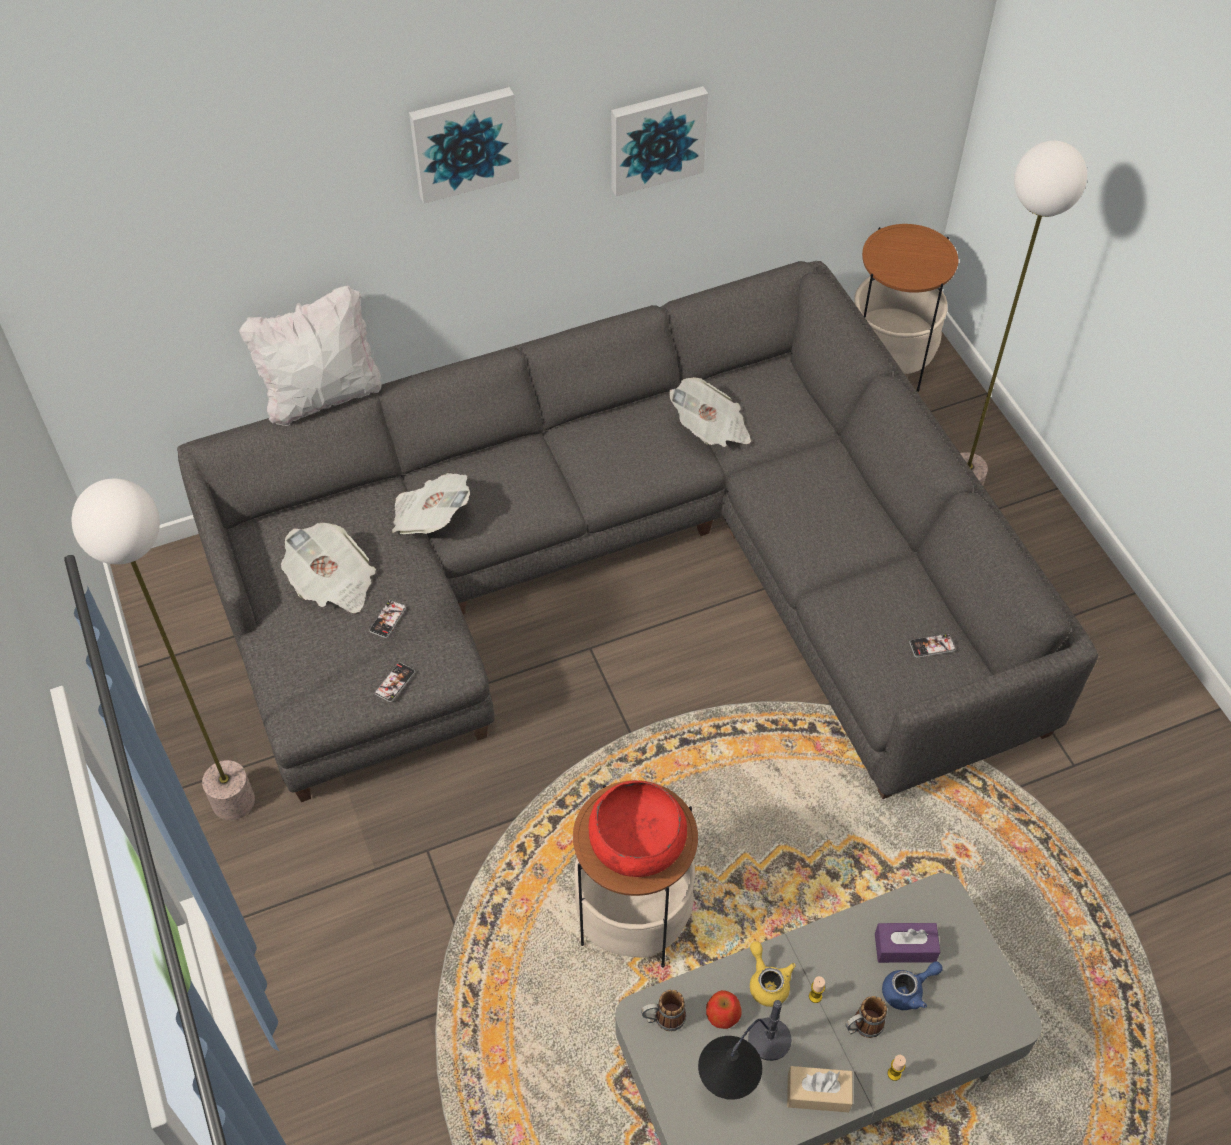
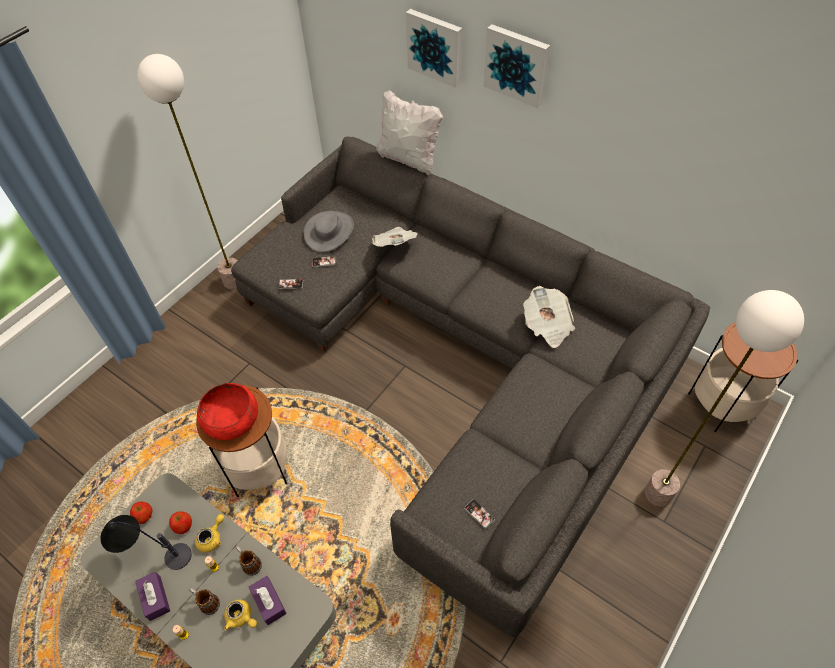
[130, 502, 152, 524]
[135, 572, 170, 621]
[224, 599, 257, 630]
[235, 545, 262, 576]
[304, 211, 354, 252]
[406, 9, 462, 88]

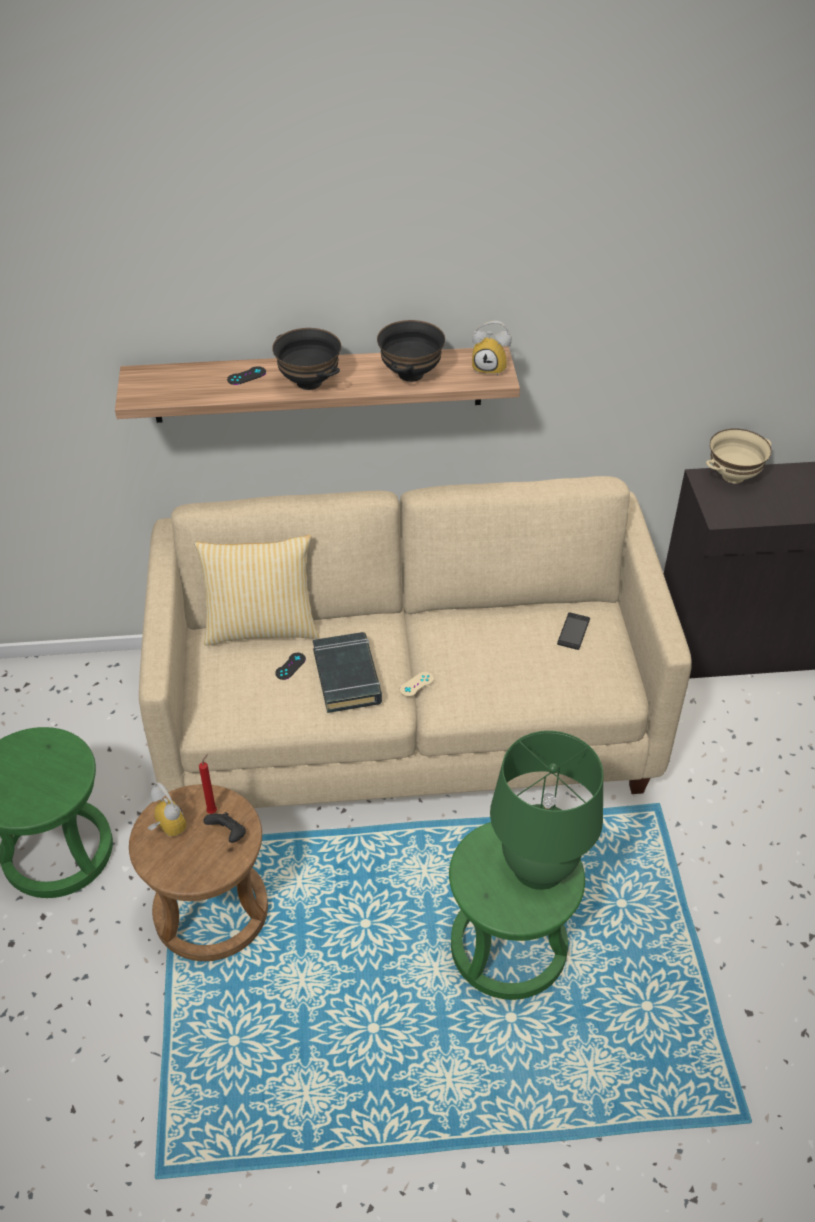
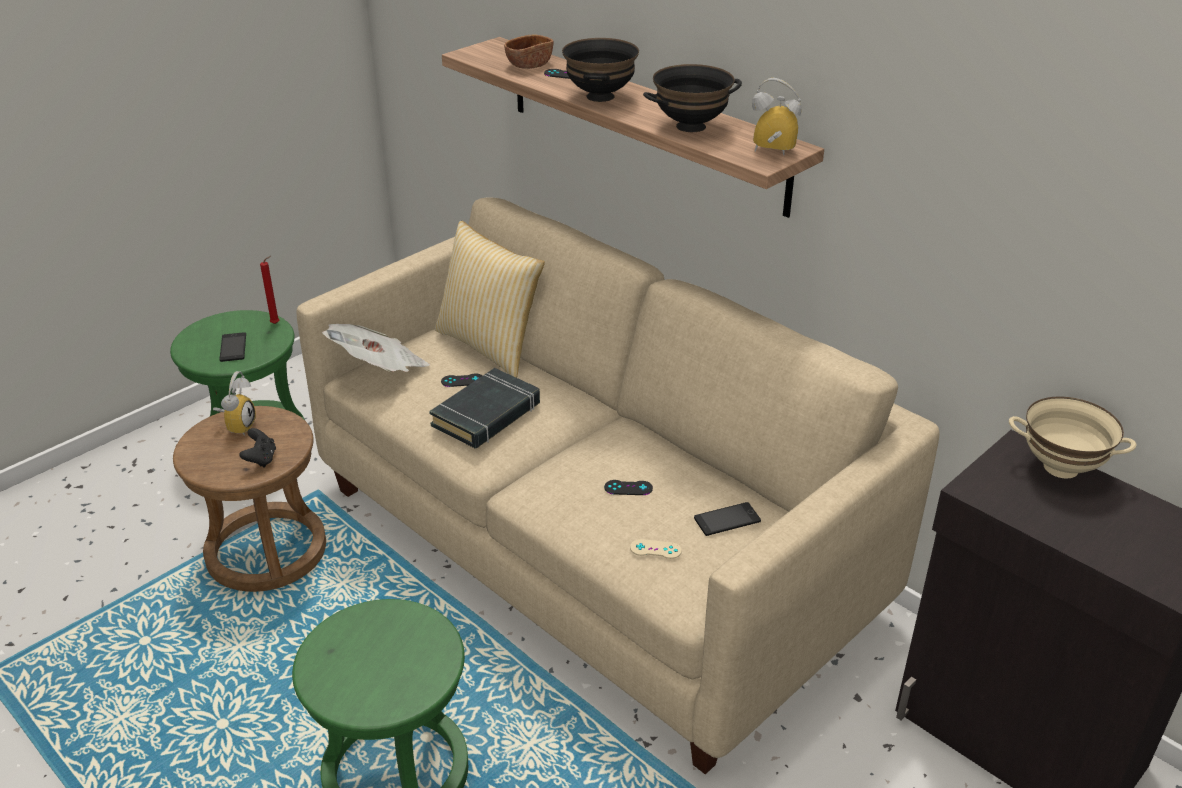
[219, 332, 246, 362]
[260, 256, 279, 324]
[322, 324, 430, 372]
[504, 35, 554, 69]
[604, 480, 653, 495]
[630, 539, 682, 559]
[752, 78, 802, 155]
[490, 731, 603, 890] (first image)

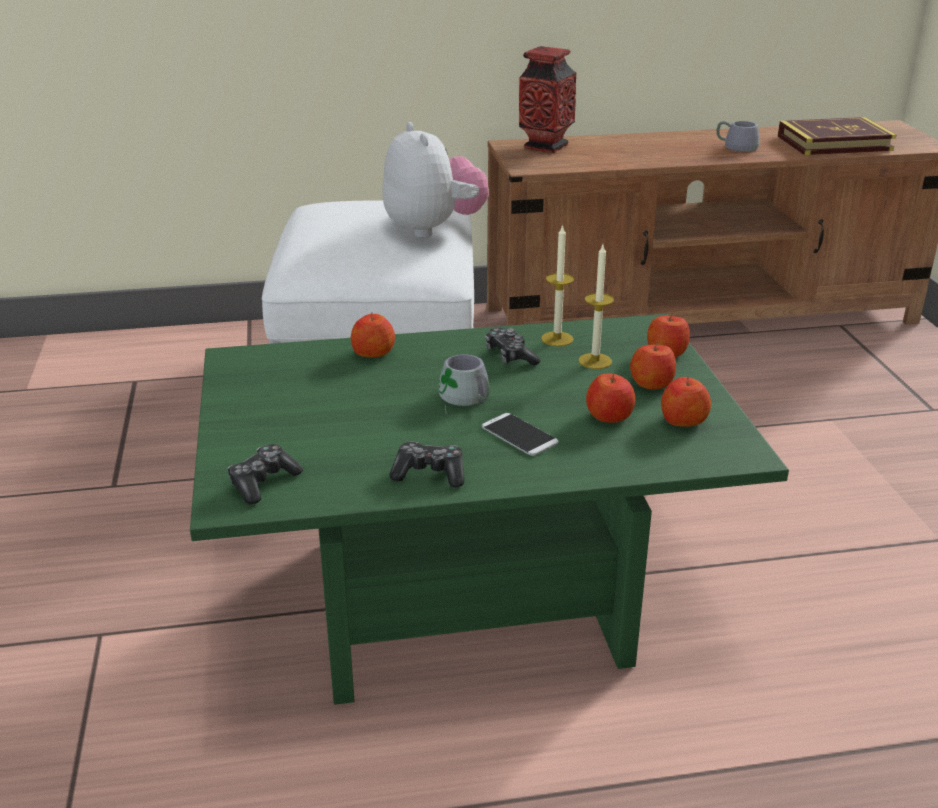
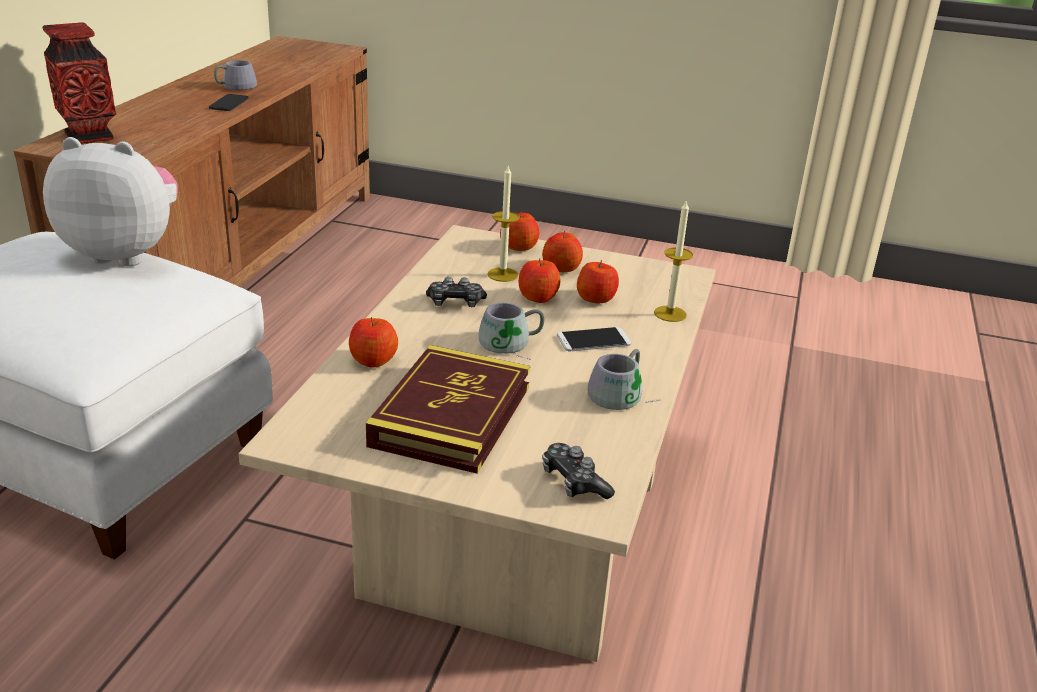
[209, 94, 249, 111]
[239, 225, 715, 662]
[366, 345, 530, 474]
[518, 258, 561, 303]
[588, 349, 660, 410]
[654, 199, 693, 322]

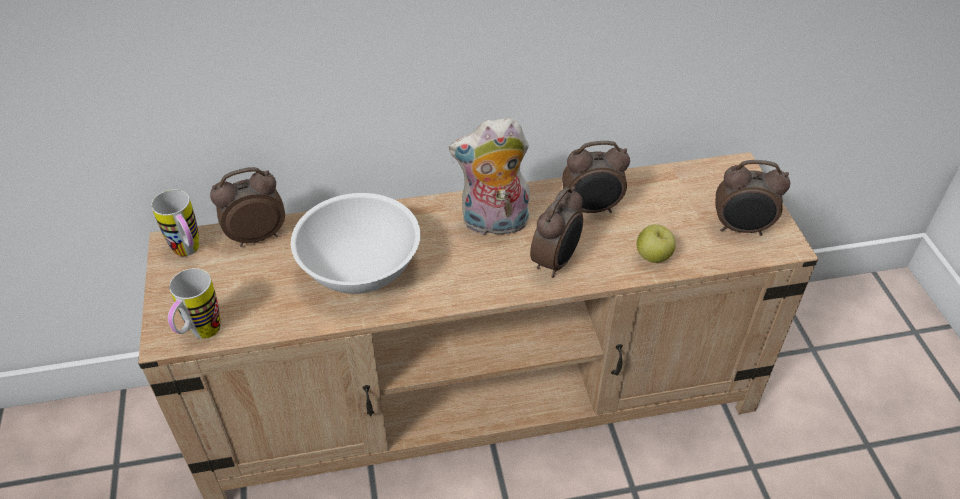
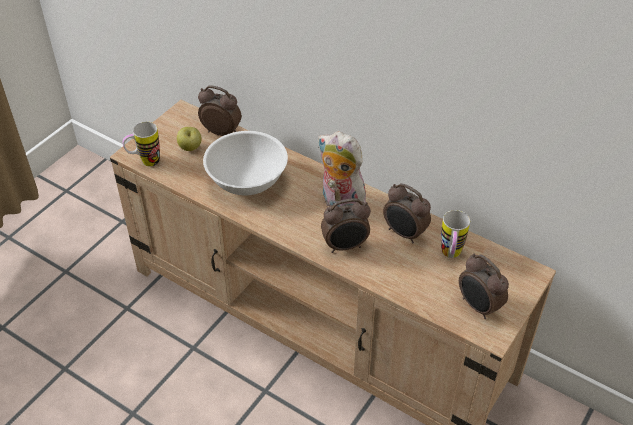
[177, 127, 202, 151]
[441, 210, 470, 258]

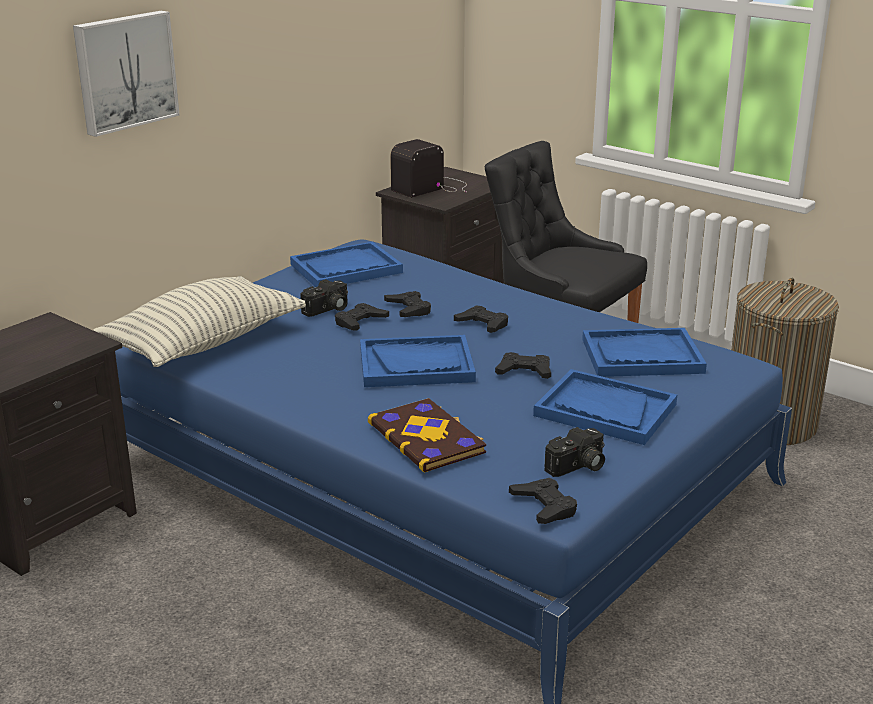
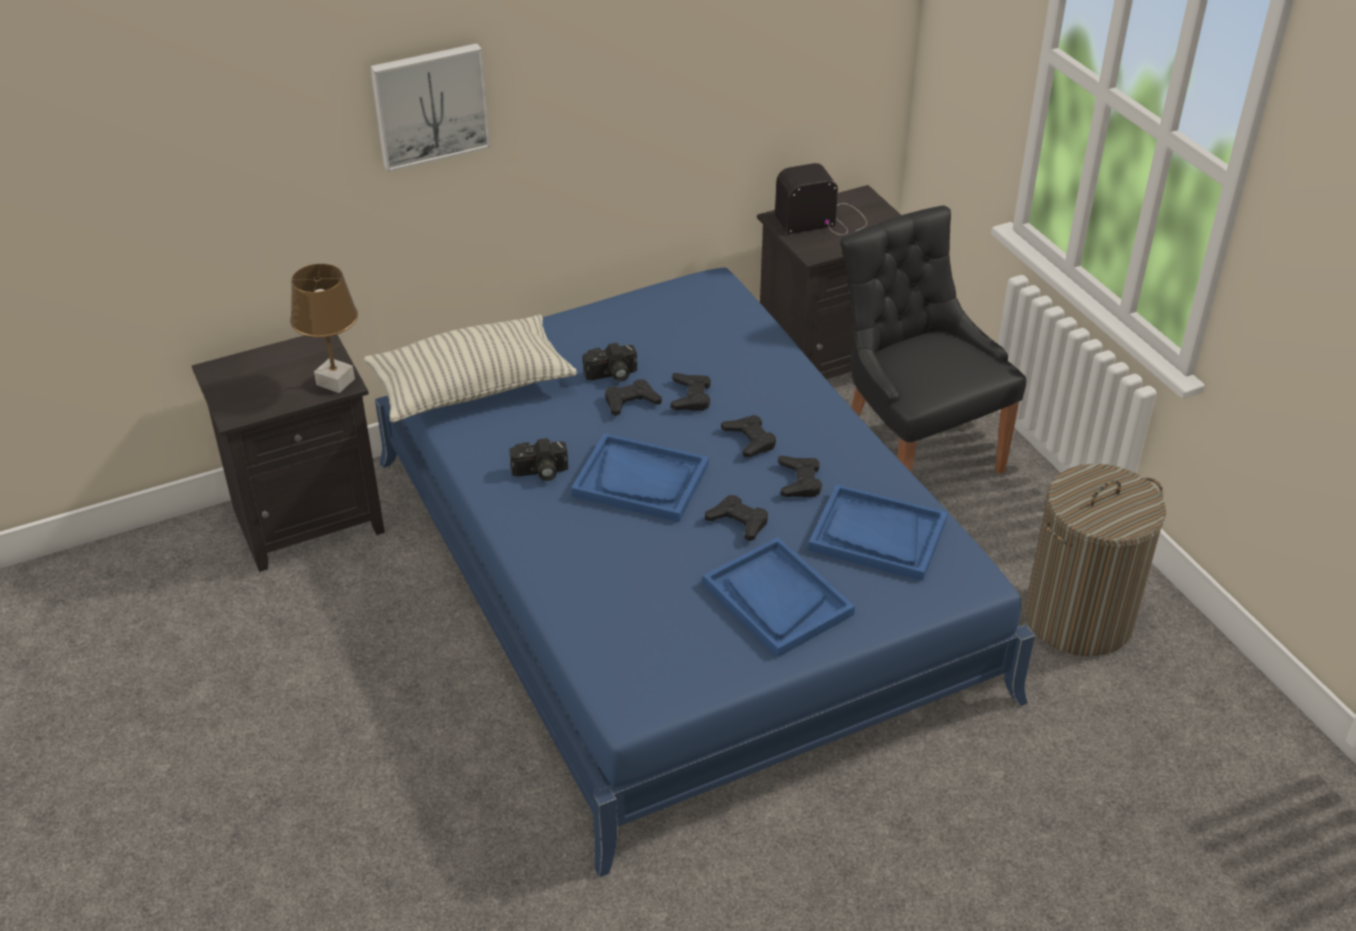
[290, 264, 358, 393]
[509, 438, 568, 481]
[778, 456, 822, 497]
[290, 242, 403, 287] (first image)
[368, 398, 486, 472] (first image)

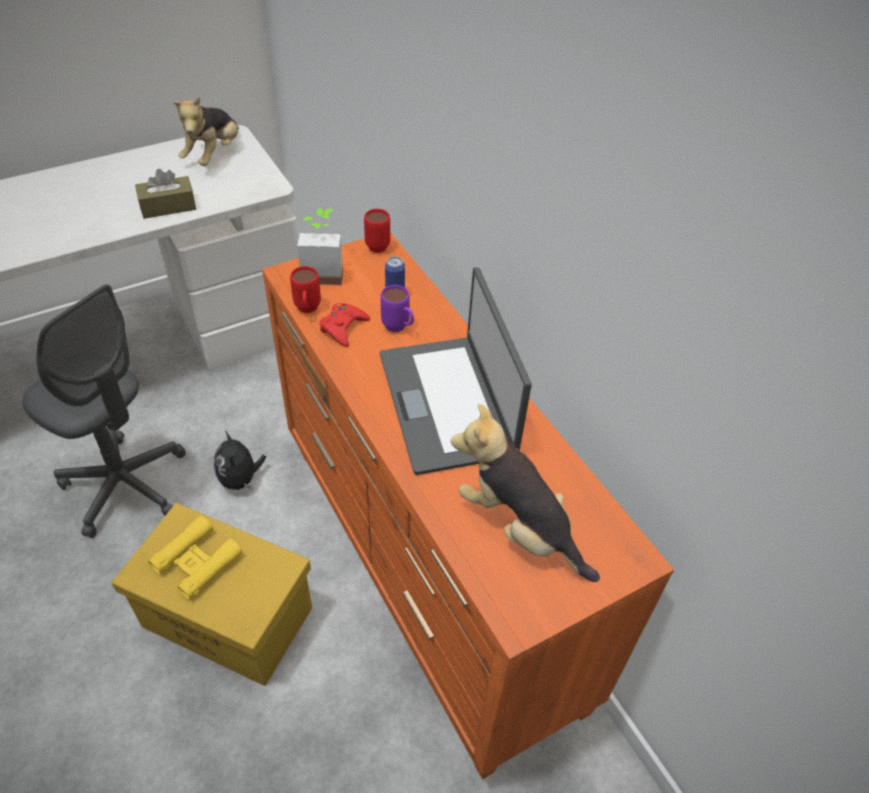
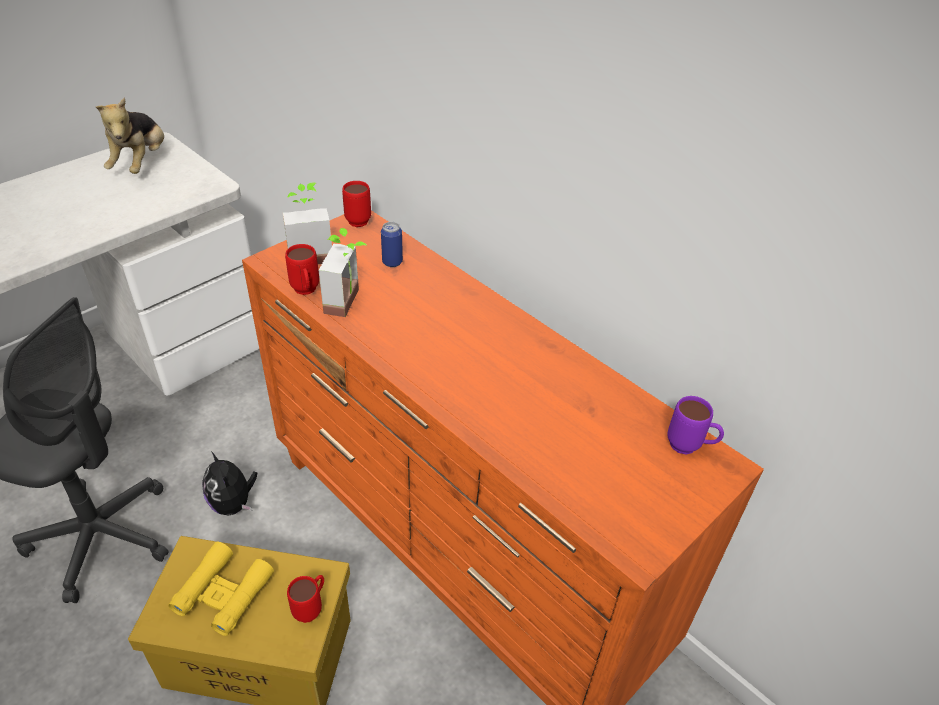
[287, 575, 324, 623]
[319, 228, 366, 317]
[667, 396, 724, 454]
[135, 169, 196, 219] (first image)
[380, 267, 532, 475] (first image)
[451, 404, 600, 582] (first image)

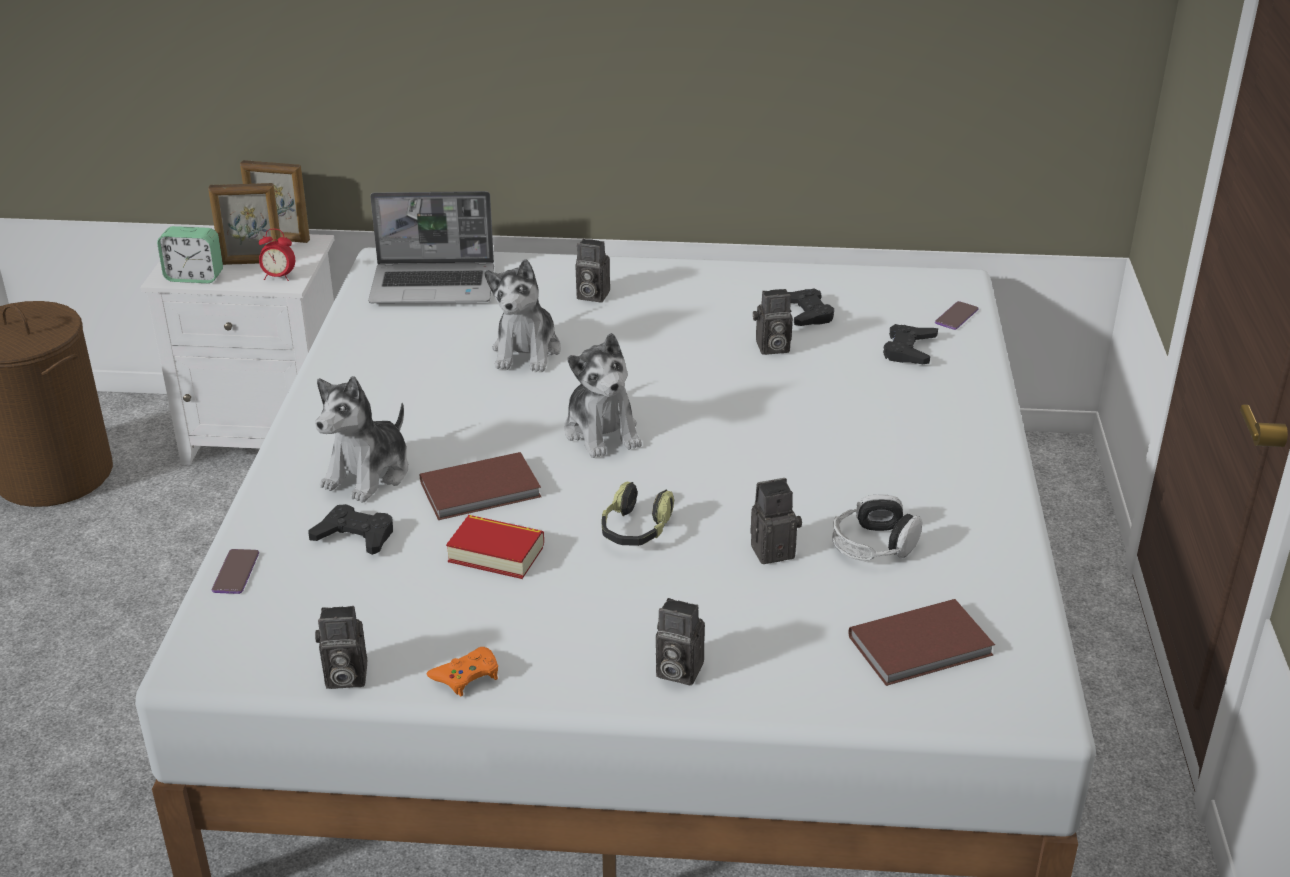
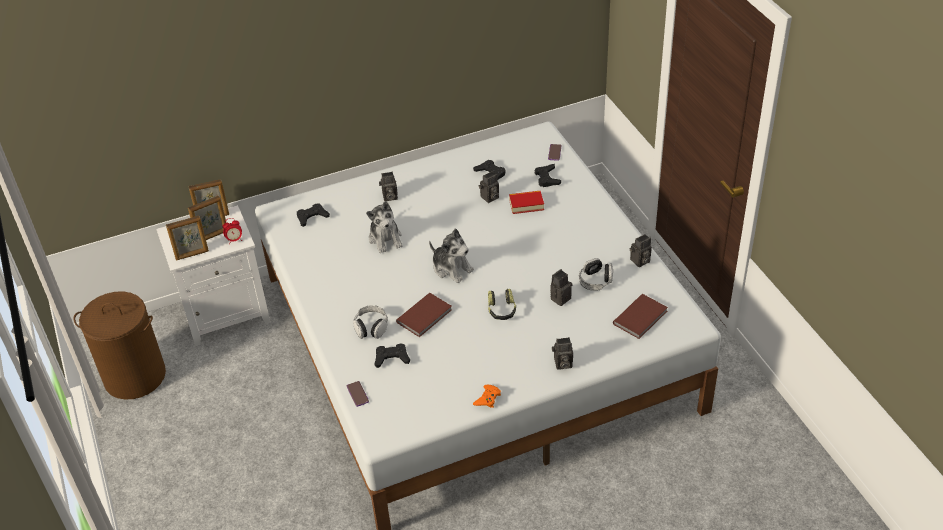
[166, 216, 209, 260]
[297, 204, 330, 227]
[353, 305, 388, 339]
[509, 191, 544, 214]
[630, 234, 652, 267]

